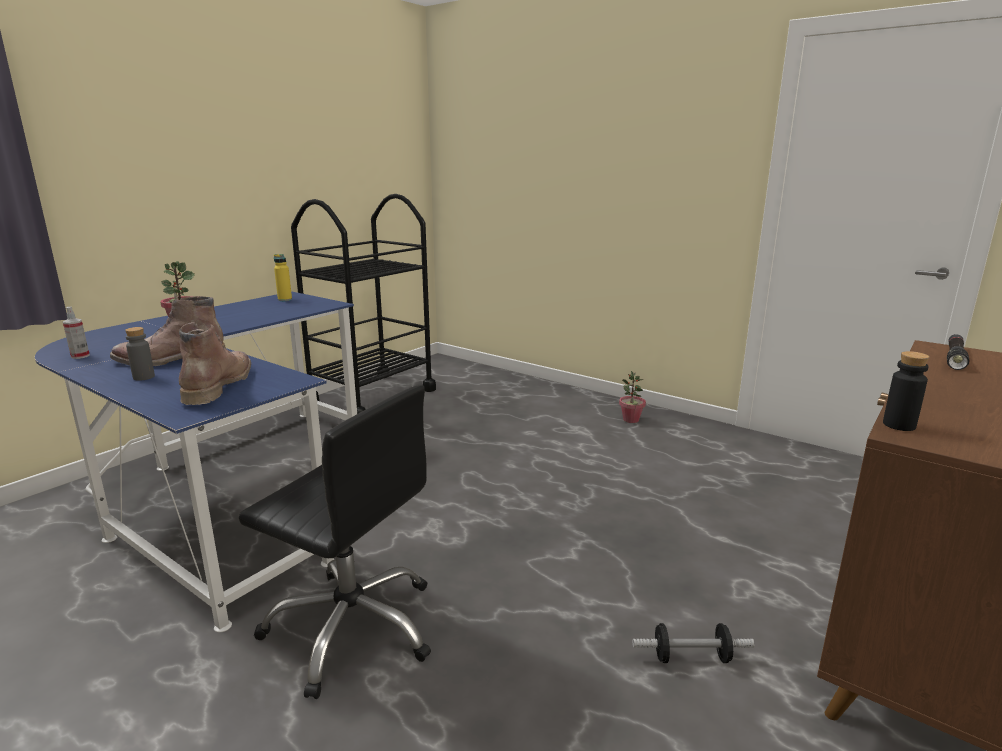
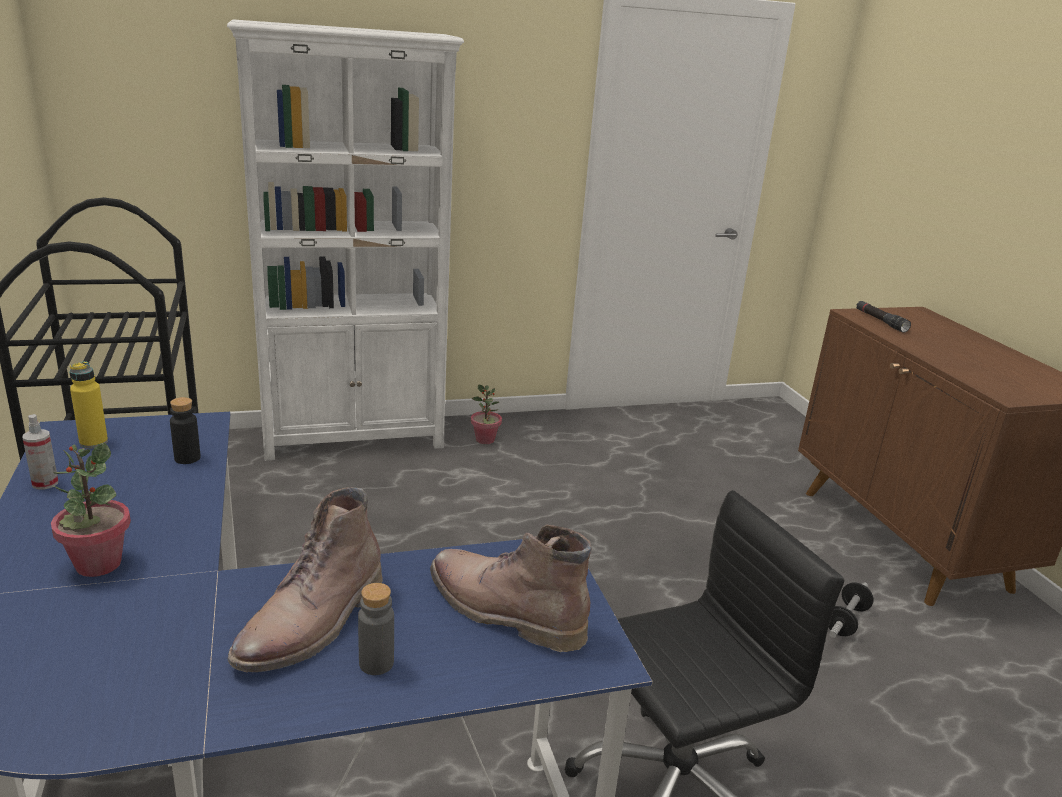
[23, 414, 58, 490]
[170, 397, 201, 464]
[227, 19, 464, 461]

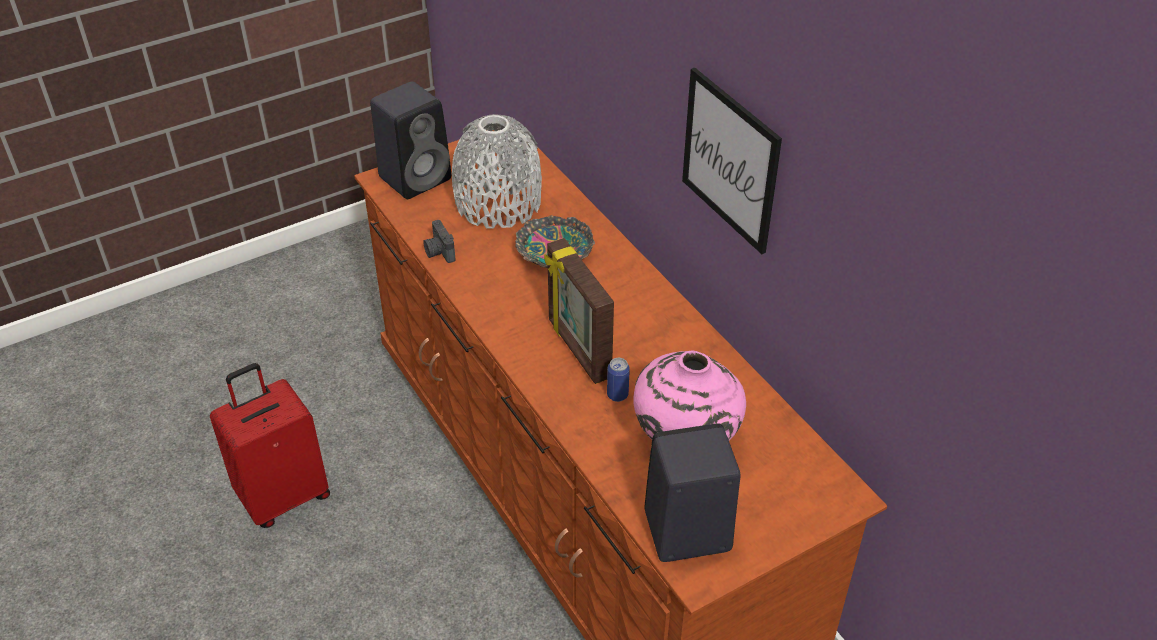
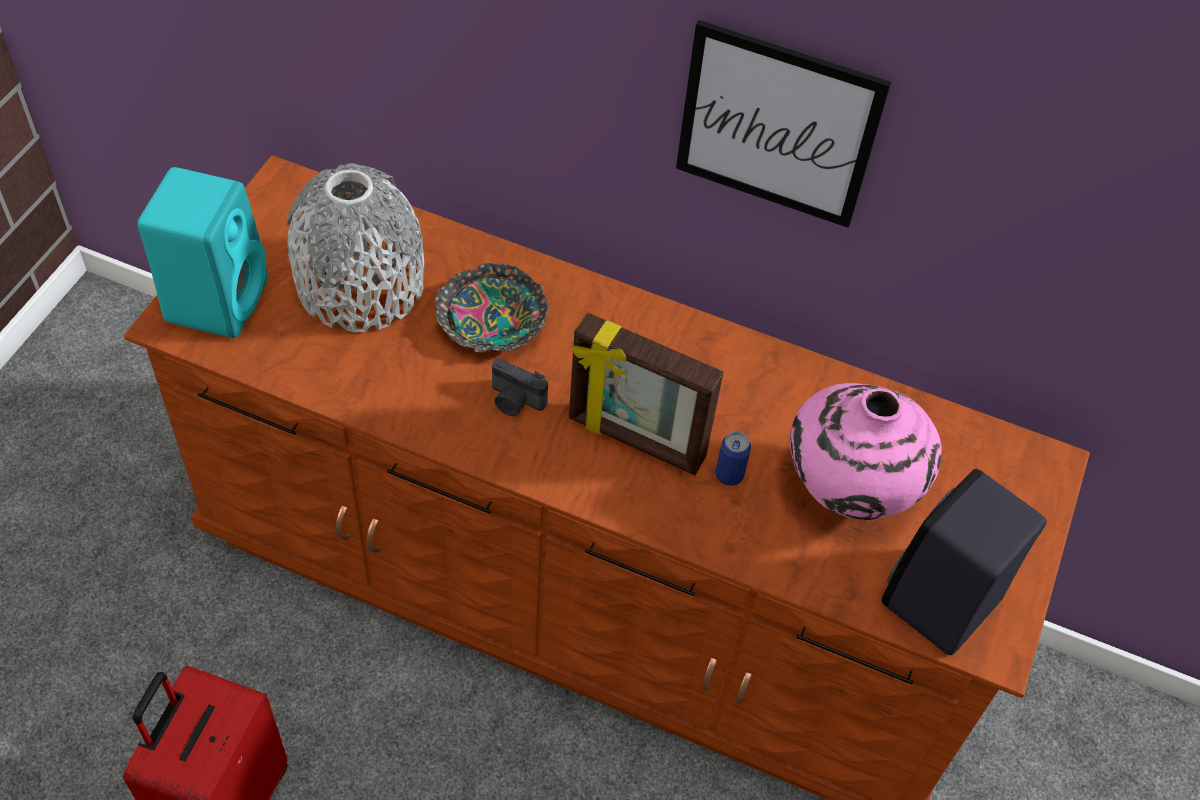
[138, 167, 268, 338]
[492, 358, 548, 416]

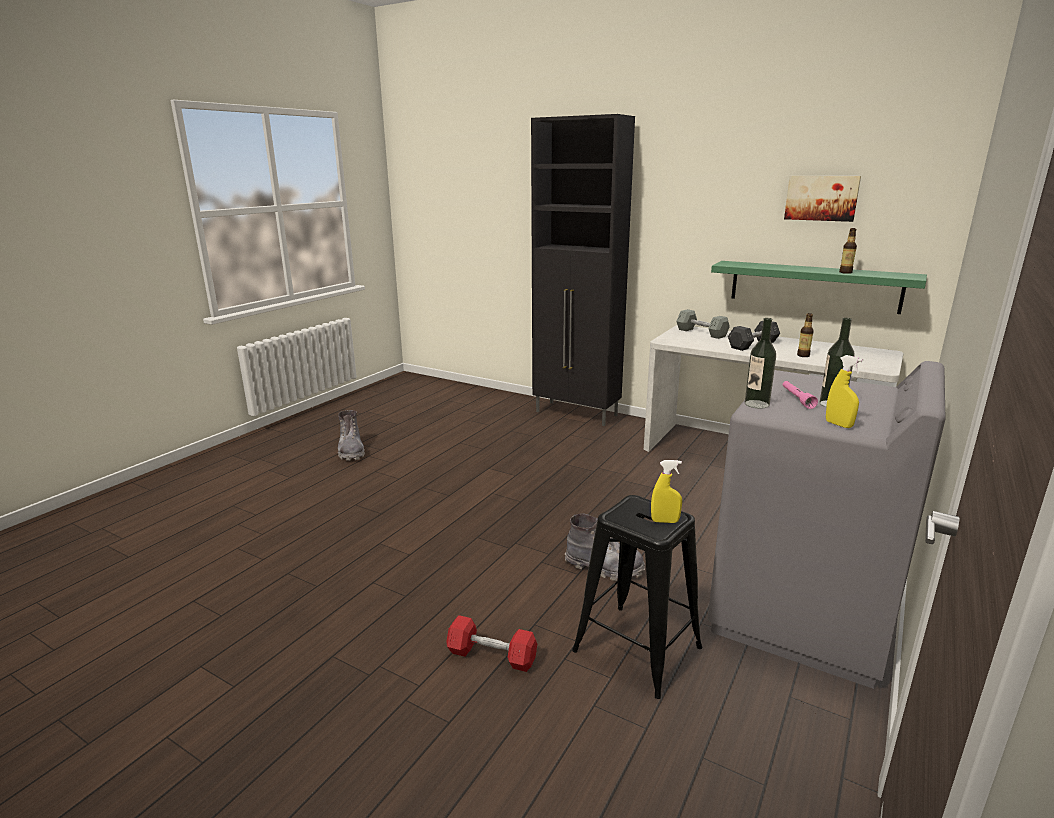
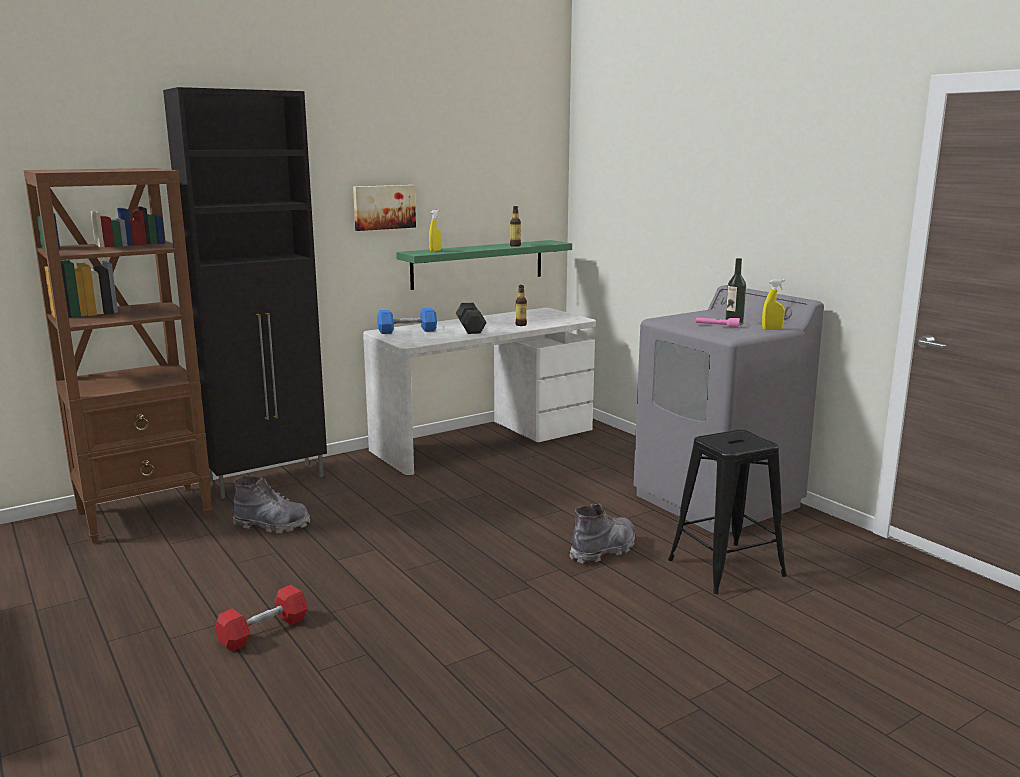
[24, 168, 212, 543]
[215, 585, 307, 651]
[233, 476, 310, 533]
[353, 185, 416, 231]
[377, 308, 437, 334]
[429, 210, 442, 252]
[745, 318, 776, 409] (first image)

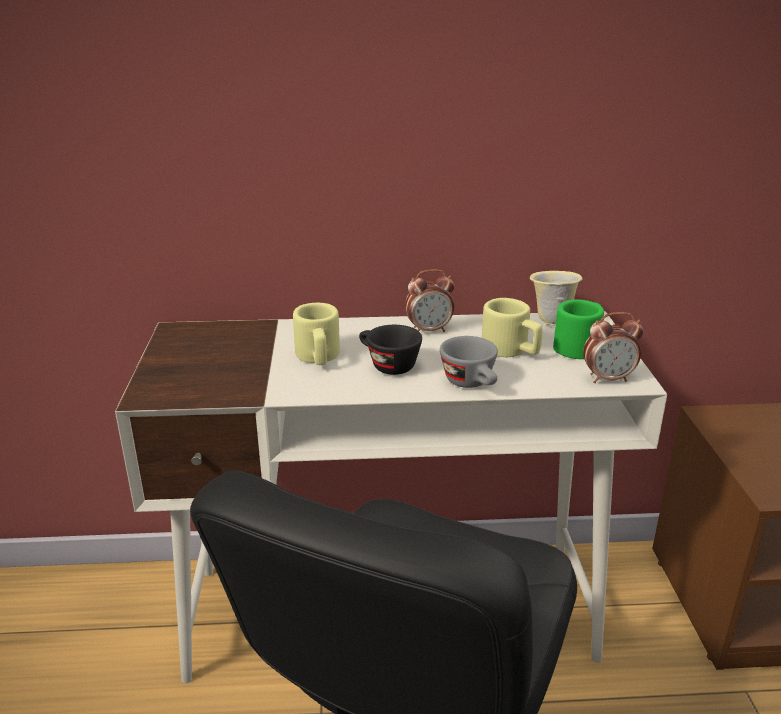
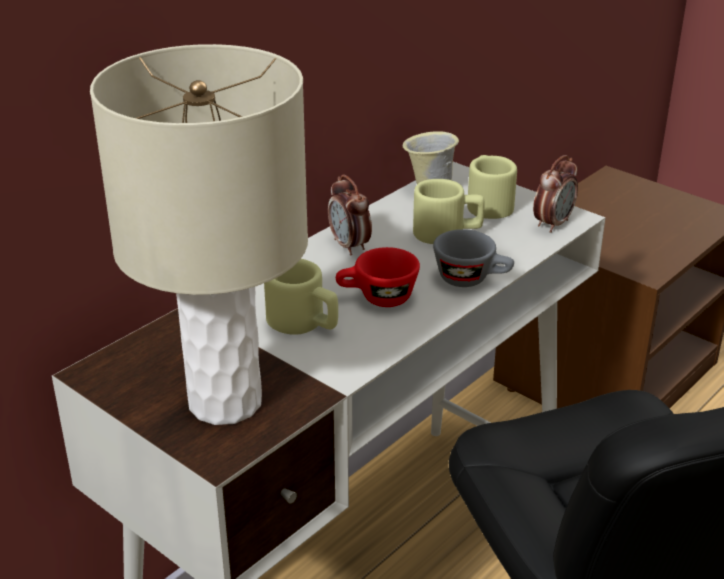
[90, 44, 308, 425]
[328, 174, 372, 256]
[336, 247, 420, 307]
[467, 155, 517, 219]

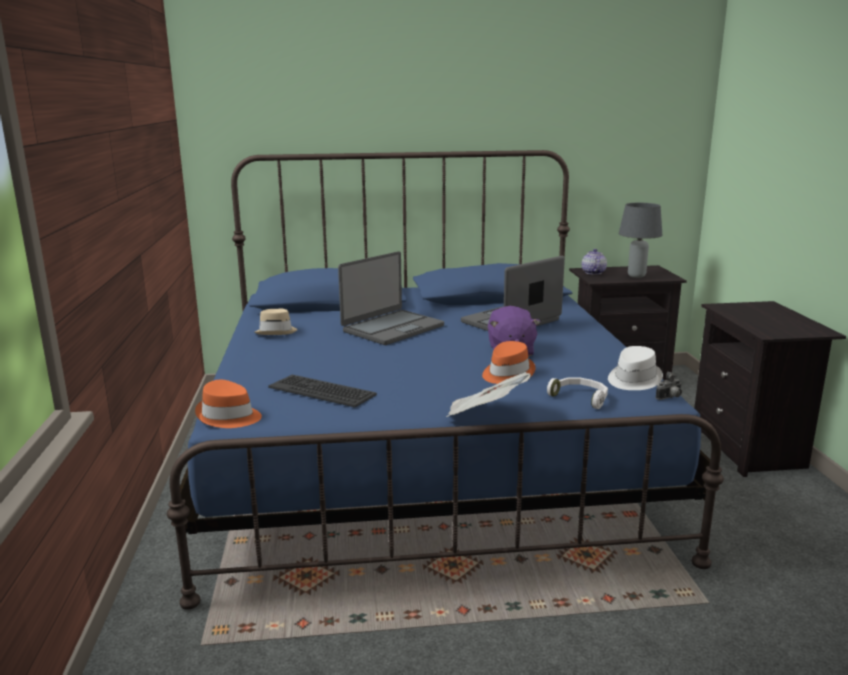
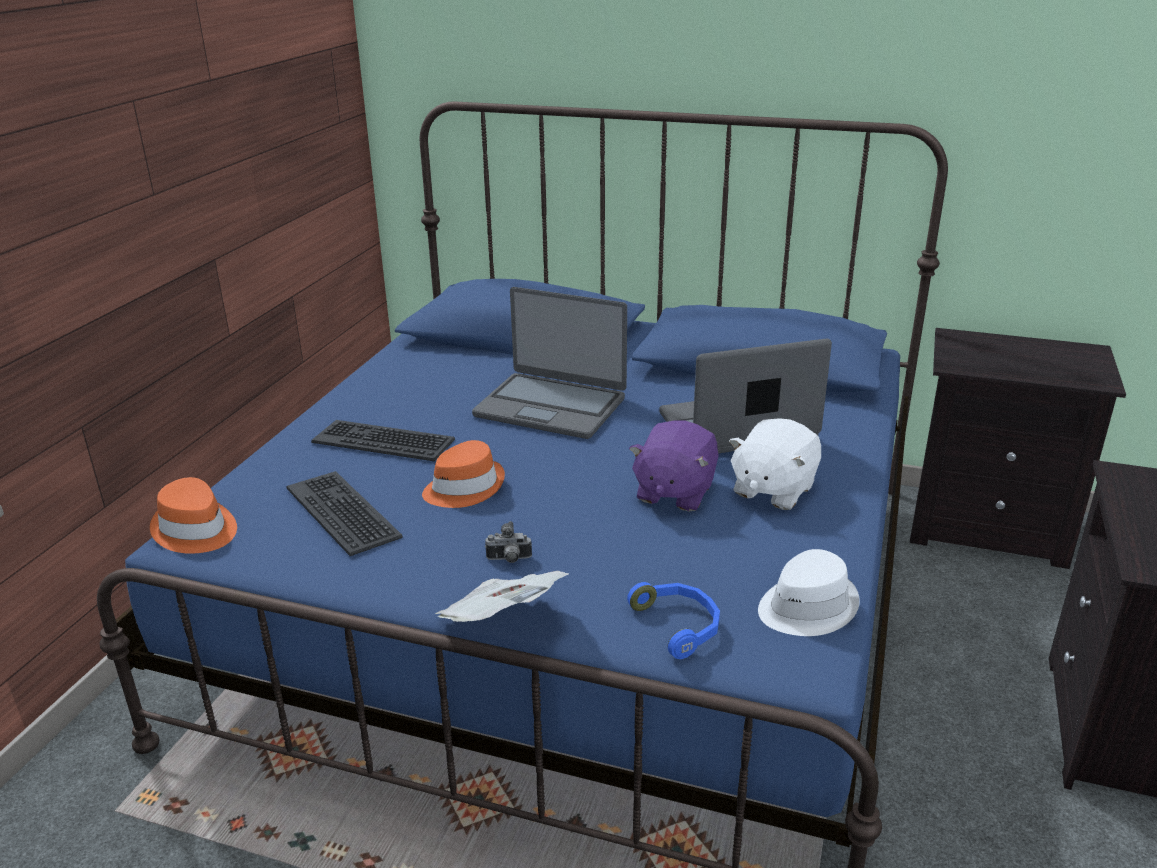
[311, 420, 455, 461]
[422, 440, 505, 508]
[472, 287, 627, 439]
[485, 521, 532, 563]
[627, 582, 720, 659]
[729, 418, 821, 510]
[255, 308, 297, 335] (first image)
[581, 249, 607, 275] (first image)
[619, 203, 662, 278] (first image)

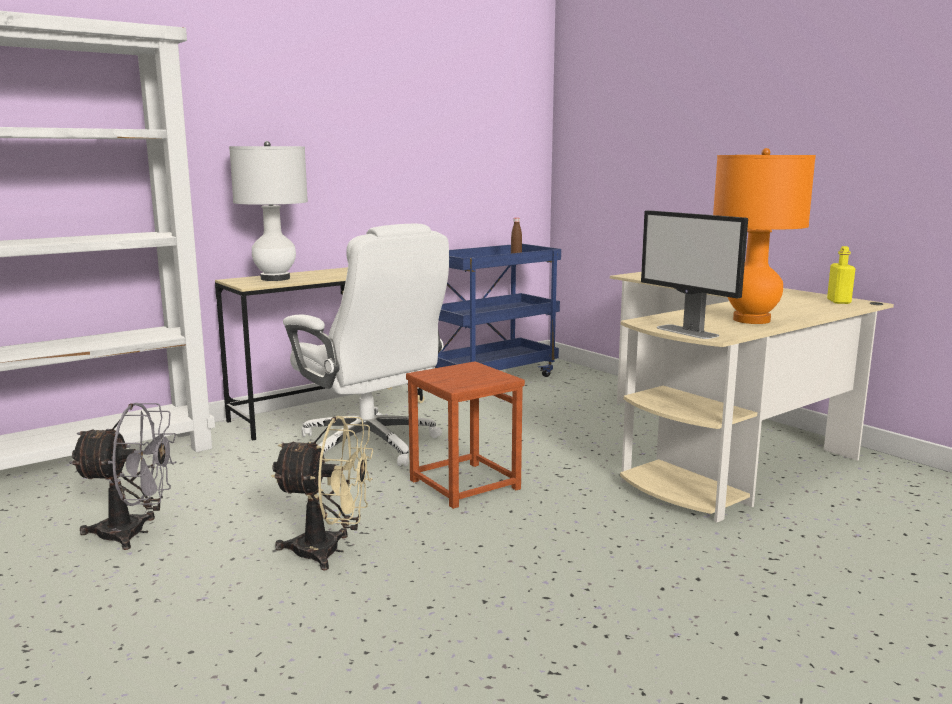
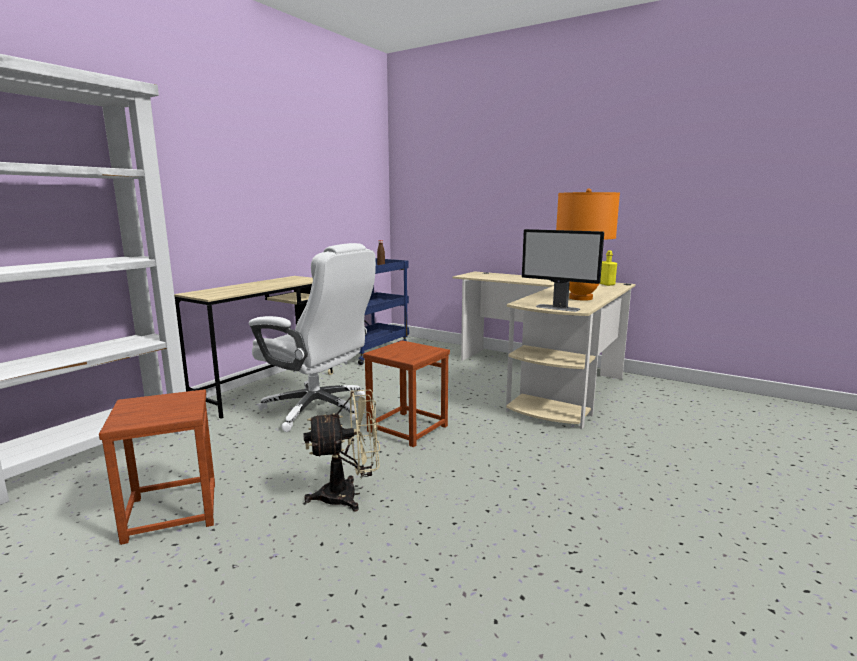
[99, 389, 215, 545]
[229, 141, 308, 281] (first image)

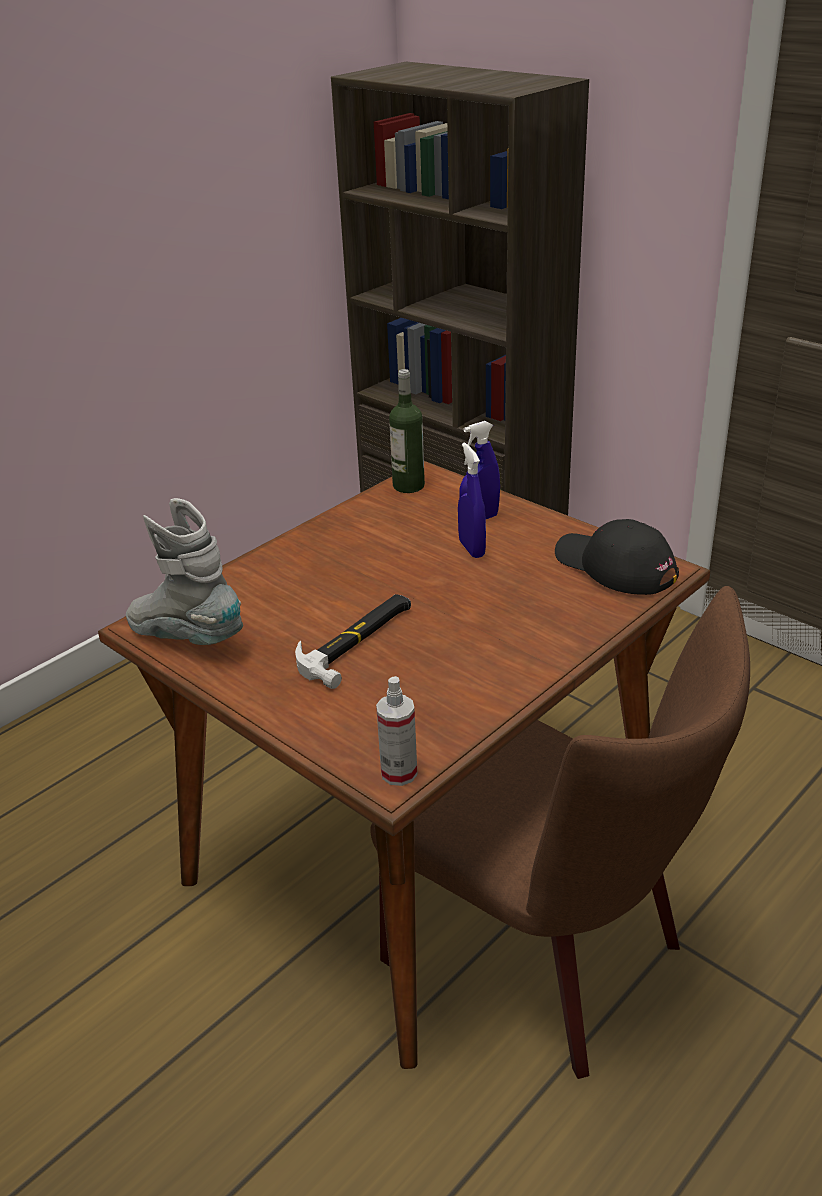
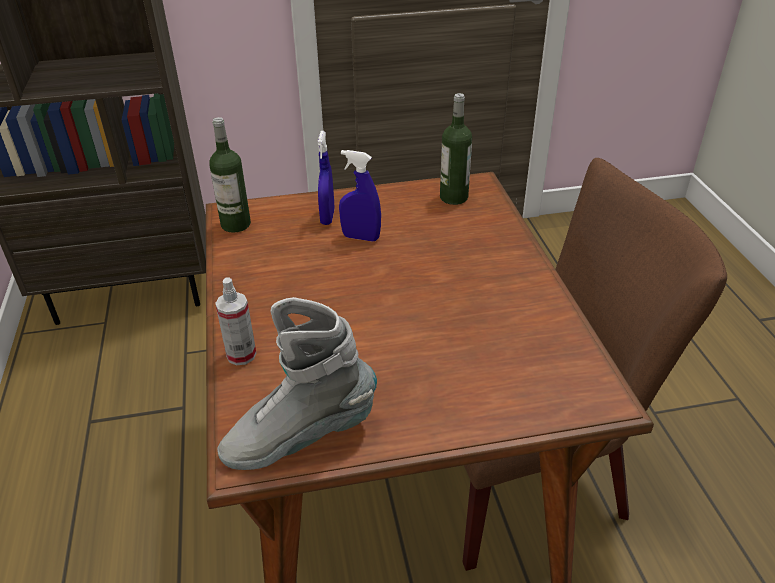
[215, 277, 257, 365]
[440, 93, 472, 205]
[295, 594, 411, 689] (first image)

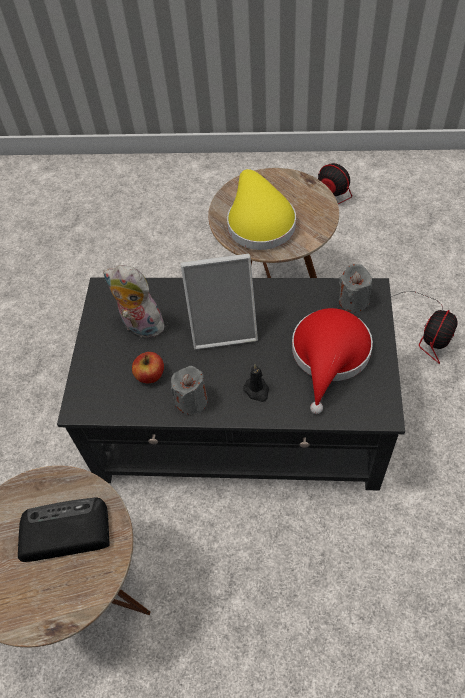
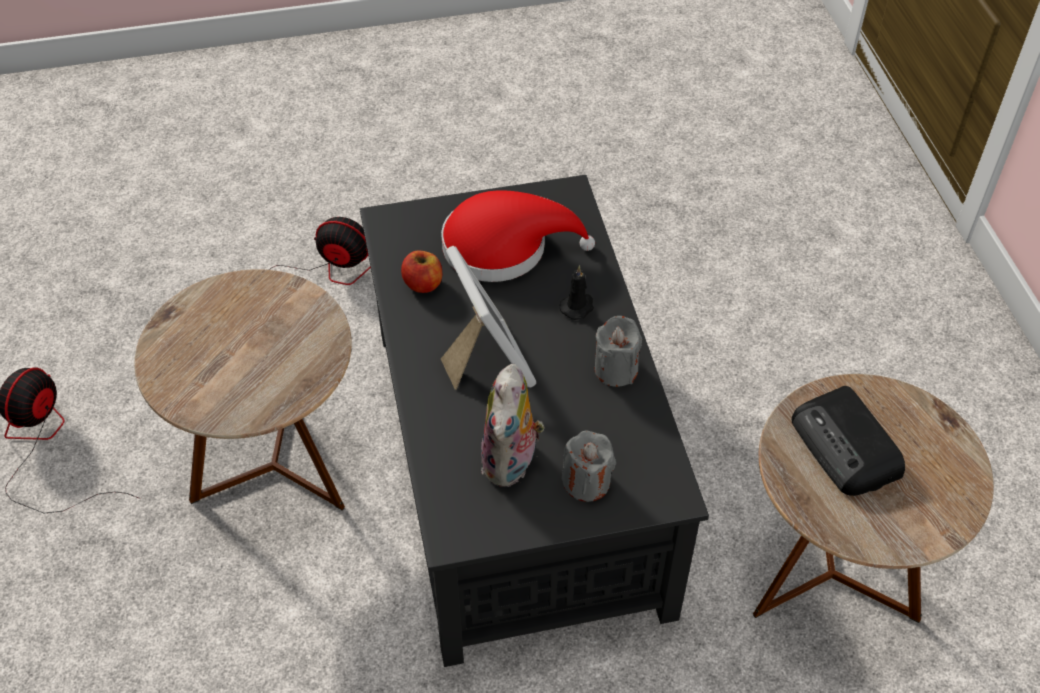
[401, 251, 442, 293]
[562, 430, 616, 502]
[227, 169, 296, 250] (first image)

